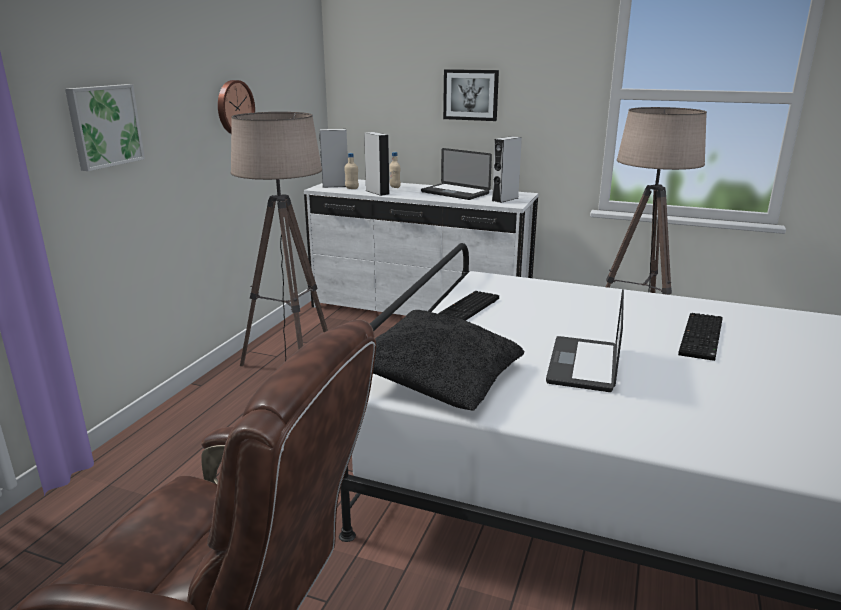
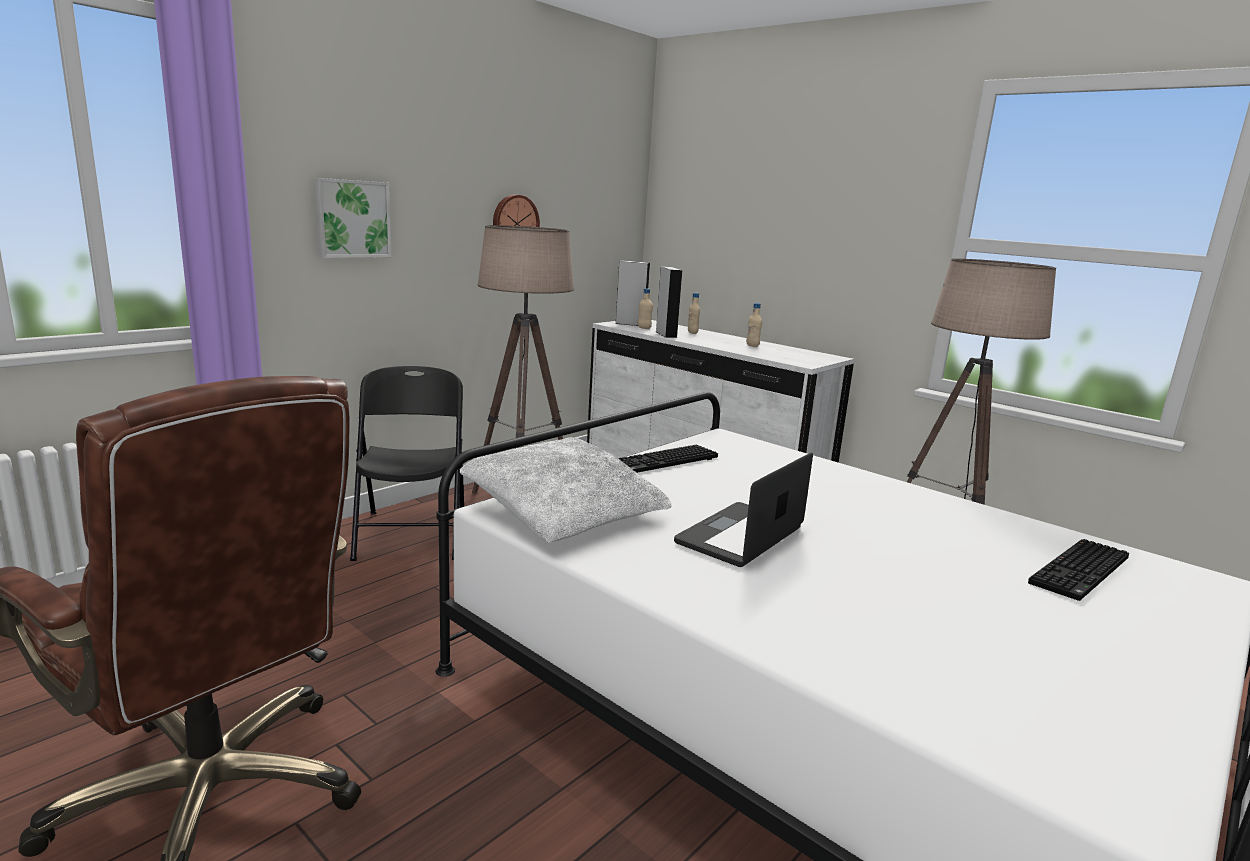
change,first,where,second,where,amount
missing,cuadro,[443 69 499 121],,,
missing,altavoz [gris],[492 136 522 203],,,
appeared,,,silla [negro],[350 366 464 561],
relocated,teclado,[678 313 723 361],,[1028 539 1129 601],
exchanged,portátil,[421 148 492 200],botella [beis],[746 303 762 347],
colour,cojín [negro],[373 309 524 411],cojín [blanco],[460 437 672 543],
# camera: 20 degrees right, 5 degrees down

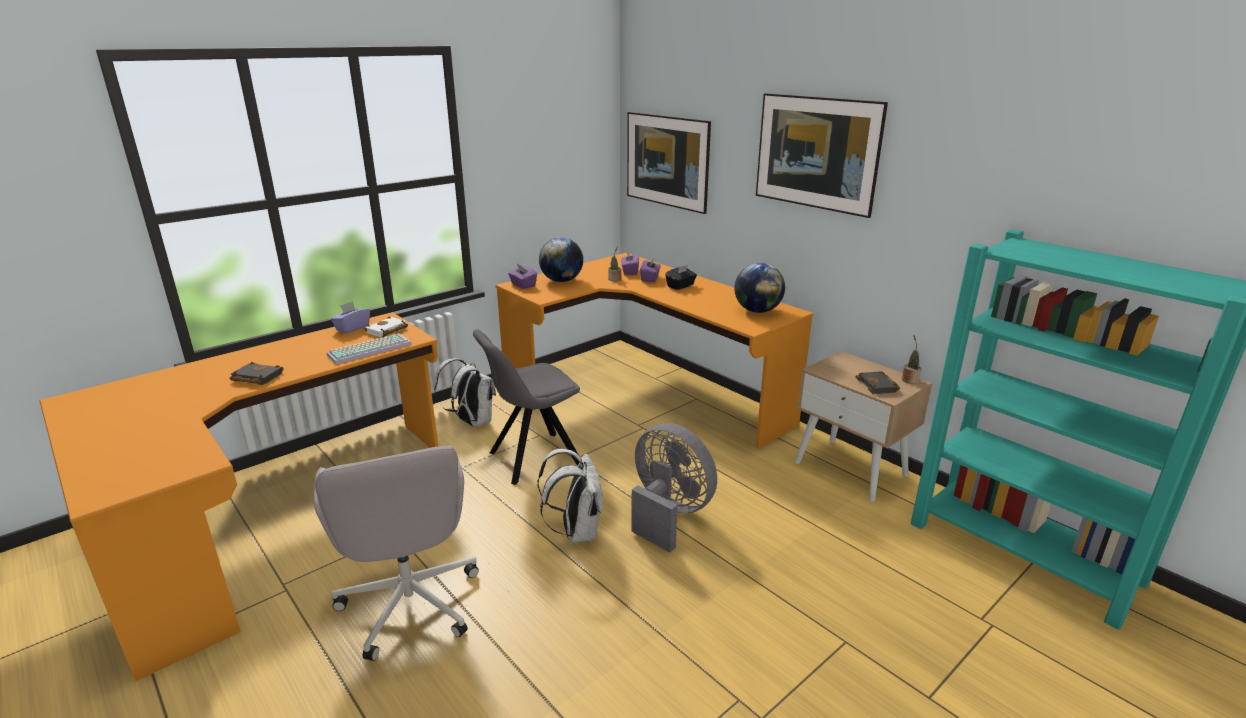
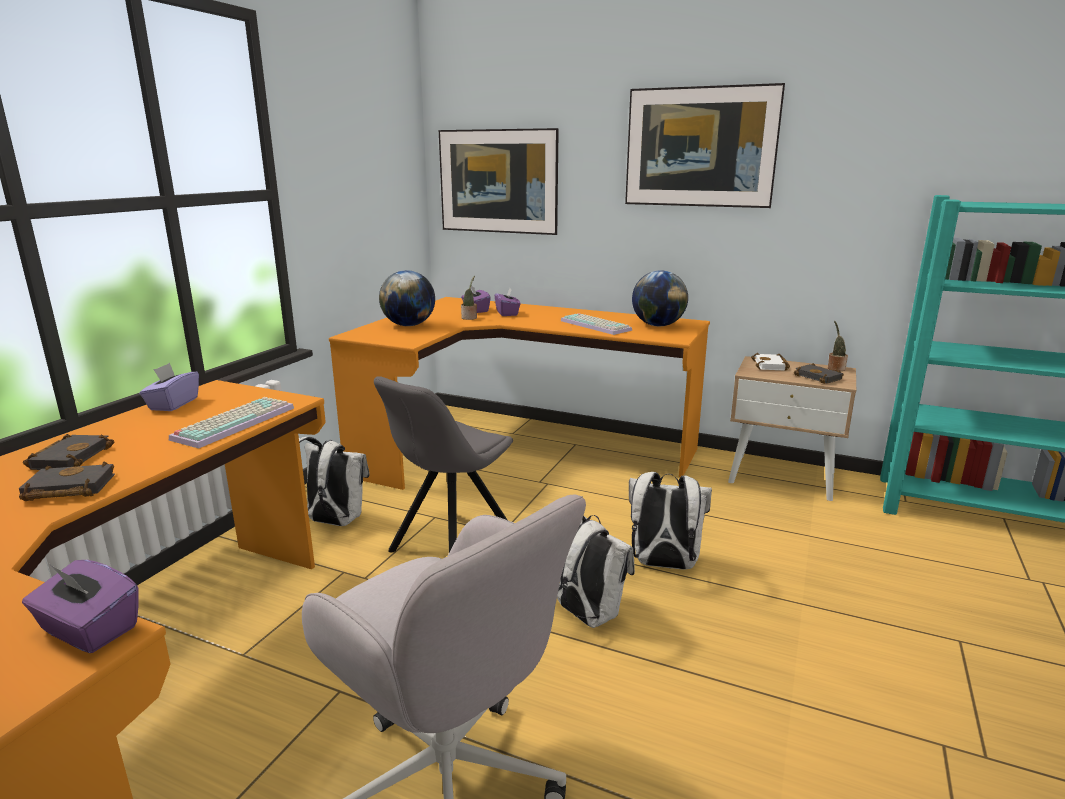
change,first,where,second,where,amount
missing,caja de pañuelos [negro],[665 265 697 290],,,
appeared,,,libro [negro],[23 434 115 470],
appeared,,,teclado,[561 313 632 335],
relocated,libro [blanco],[364 316 408 337],,[751 353 790 371],
relocated,caja de pañuelos [morado],[508 264 537 289],,[22 560 139 653],
exchanged,ventilador [gris],[631 423 717 553],mochila [blanco],[629 472 712 570],
# camera: 25 degrees left, 5 degrees down

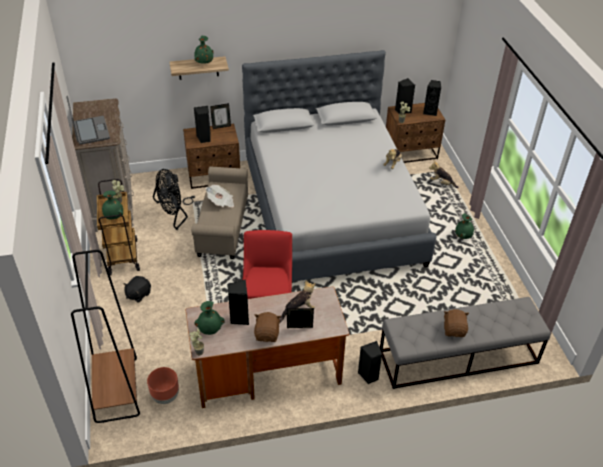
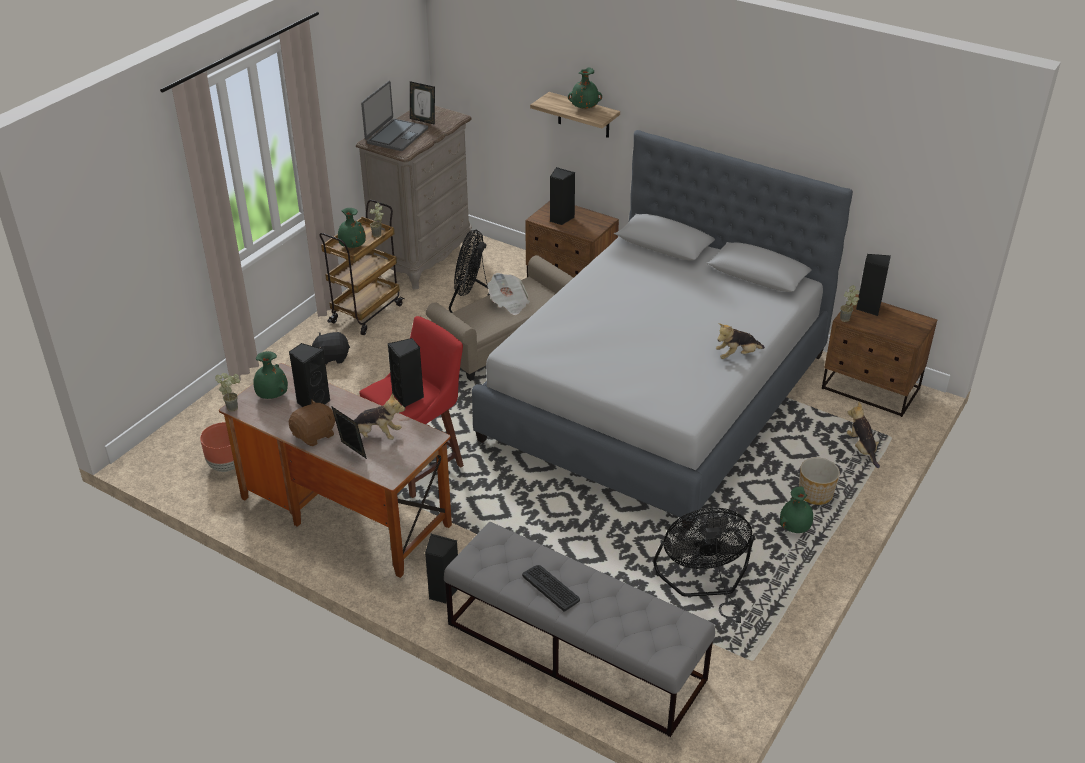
change,first,where,second,where,amount
missing,perchero,[71 250 140 423],,,
appeared,,,ventilador [negro],[653 508 755 624],
appeared,,,maceta,[799 457 840 505],
relocated,portarretratos,[210 103 231 129],,[410 81 435 125],
relocated,altavoz [negro],[423 80 441 116],,[388 338 424 407],
exchanged,peluche [marrón],[444 309 469 337],teclado,[522 565 580 612],
# camera: 45 degrees right, 5 degrees down

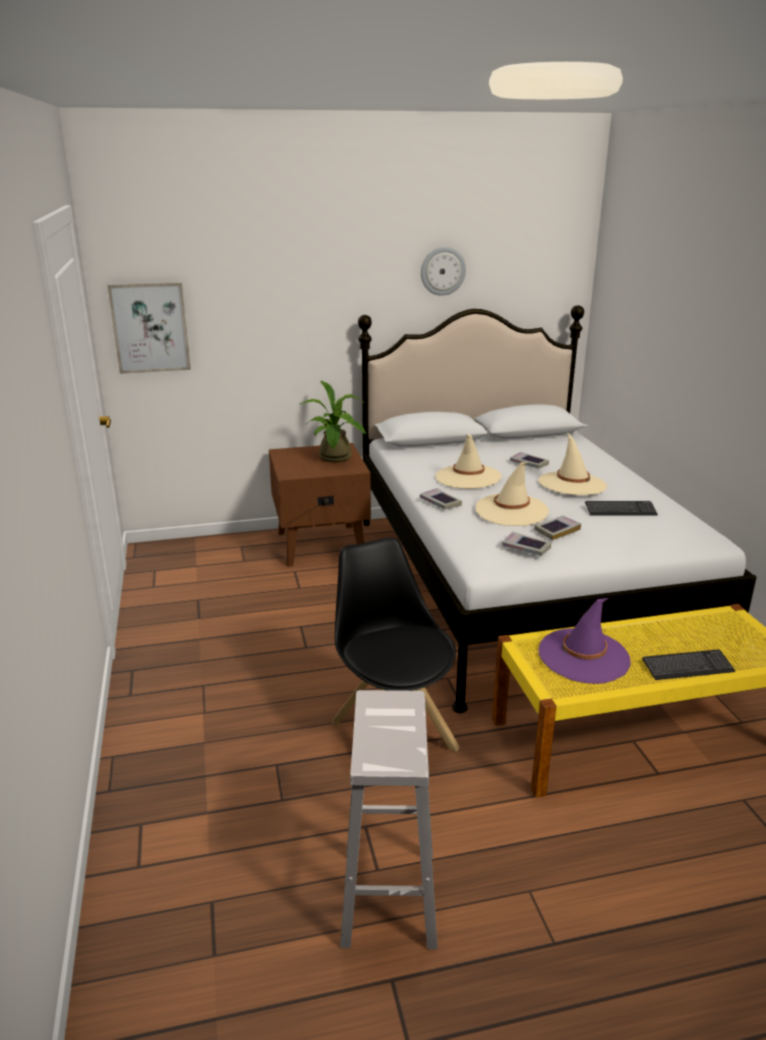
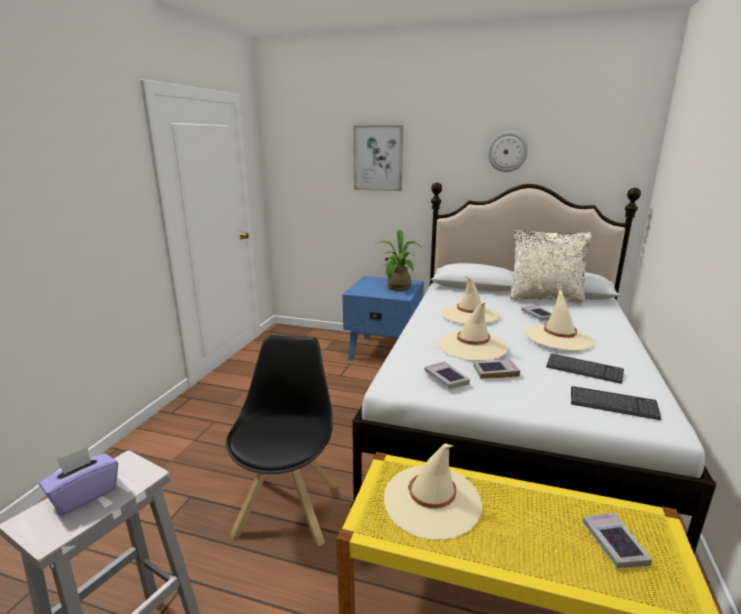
change,first,where,second,where,amount
appeared,,,caja de pañuelos [morado],[39 447 118 515],
appeared,,,cojín [beis],[510 229 592 304],
relocated,cuadro,[107 282 191 374],,[353 125 403 191],
relocated,libro,[420 488 462 510],,[582 512 652 568],
relocated,teclado,[642 649 735 680],,[571 386 661 420],
colour,mesita de noche [marrón],[269 443 371 567],mesita de noche [azul],[342 276 424 360],
colour,sombrero [morado],[538 598 631 684],sombrero [beis],[384 444 482 540],
# camera: 30 degrees right, 5 degrees down

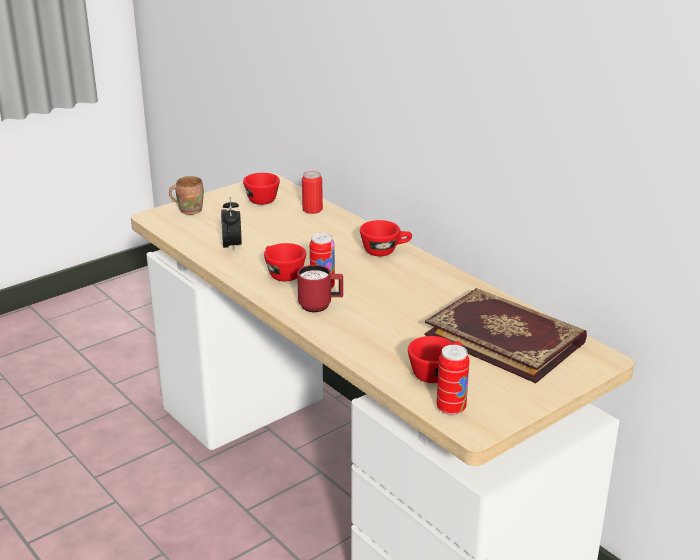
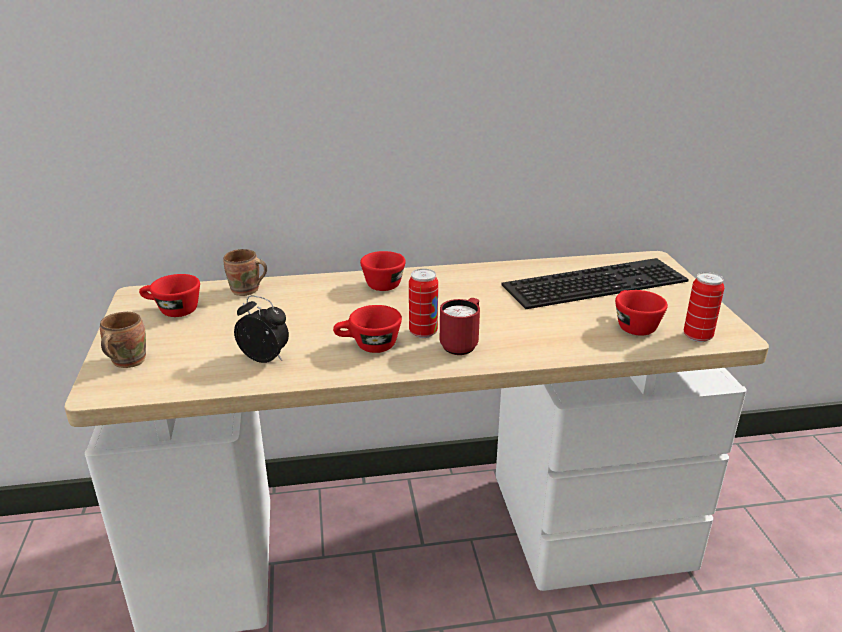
change,first,where,second,where,amount
exchanged,lata,[302 171 323 214],taza grande [marrón],[223 249 267 296],
exchanged,libro,[424 288 587 383],teclado,[502 258 689 309],
# camera: 60 degrees left, 0 degrees up

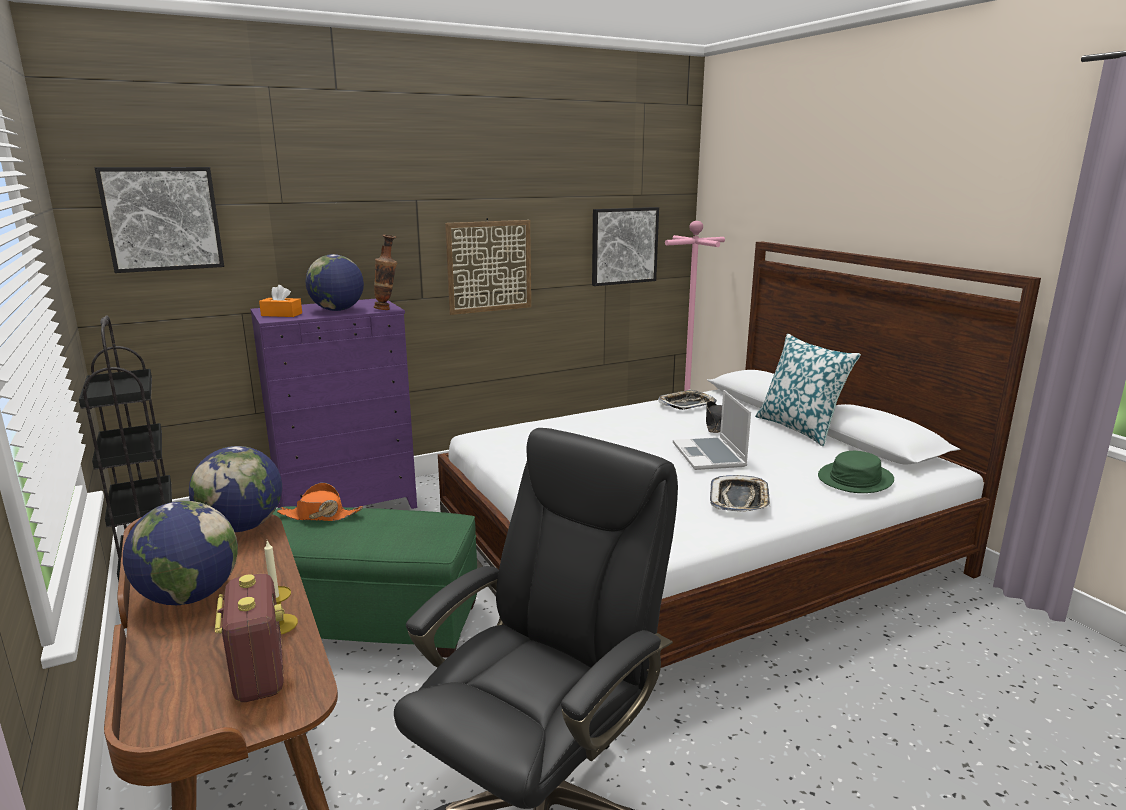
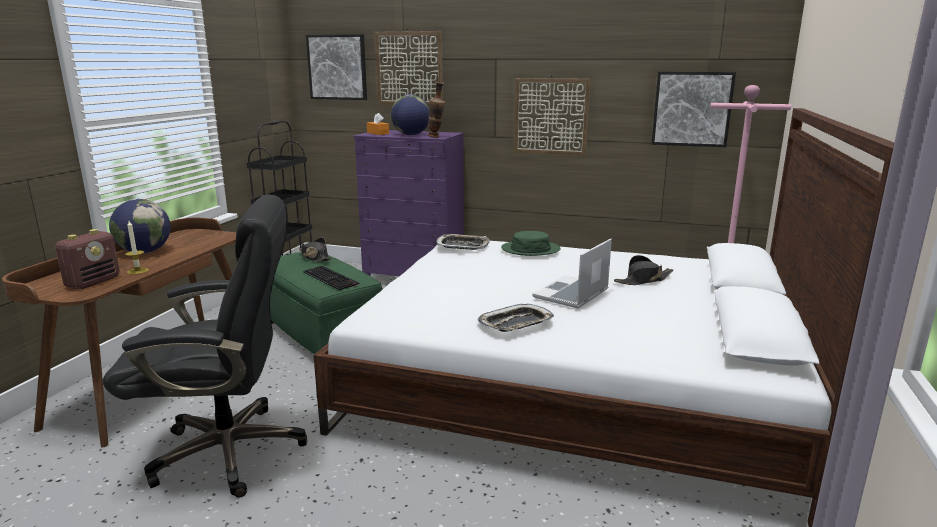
change,first,where,second,where,amount
missing,globo terráqueo,[189 446 282 532],,,
missing,cojín,[755 334 861 446],,,
appeared,,,teclado,[303 266 359 290],
appeared,,,cuadro,[375 29 443 106],
relocated,bandeja,[658 389 717 410],,[436 234 490 250],
relocated,sombrero [verde],[818 451 894 493],,[501 231 561 256],
colour,sombrero [naranja],[277 483 363 521],sombrero [negro],[299 237 332 262],
# camera: 45 degrees right, 0 degrees up

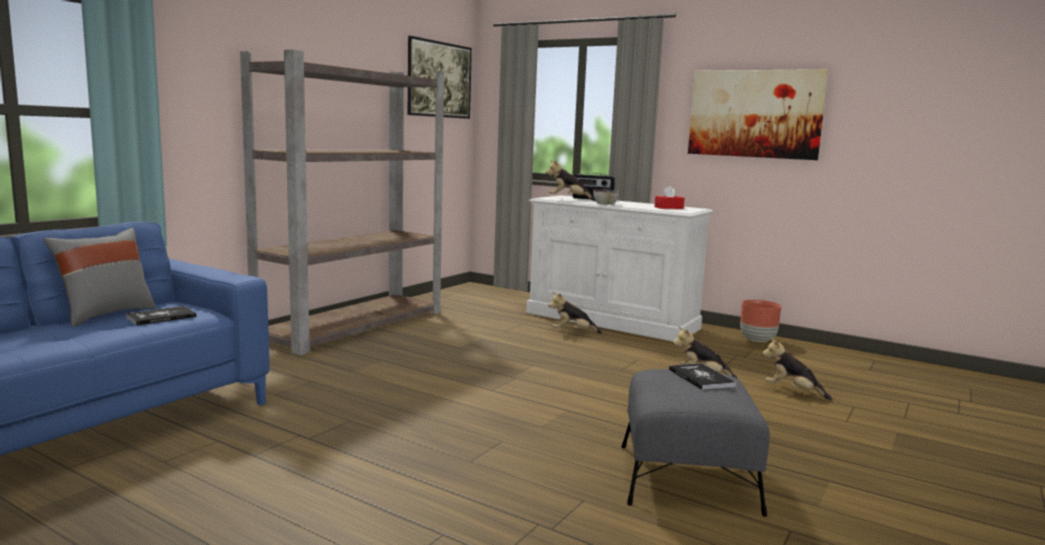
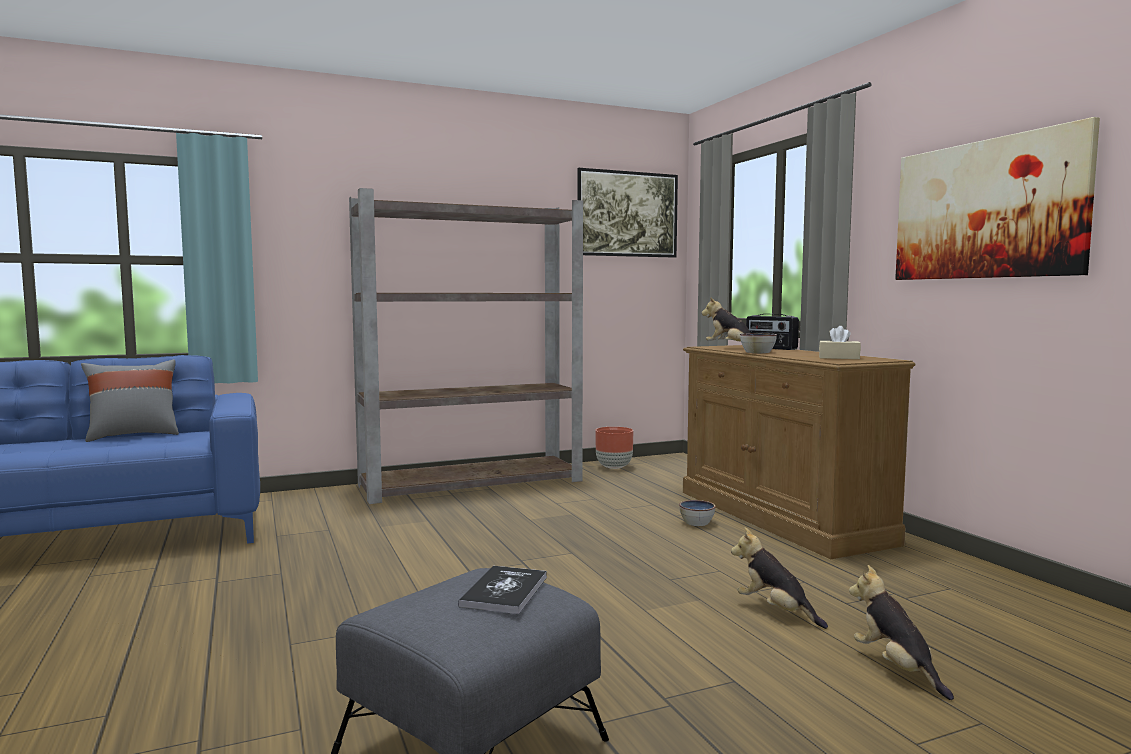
change,first,where,second,where,amount
missing,libro,[126 306 197 326],,,
relocated,maceta [marrón],[740 300 781 342],,[595 427 633 469],
exchanged,peluche,[549 292 602 334],cuenco,[679 500 716 526],
colour,armario [blanco],[526 195 713 341],armario [marrón],[683 345 916 559],
colour,caja de pañuelos [rojo],[655 186 684 209],caja de pañuelos [beis],[819 326 861 359],
# camera: 35 degrees right, 5 degrees down

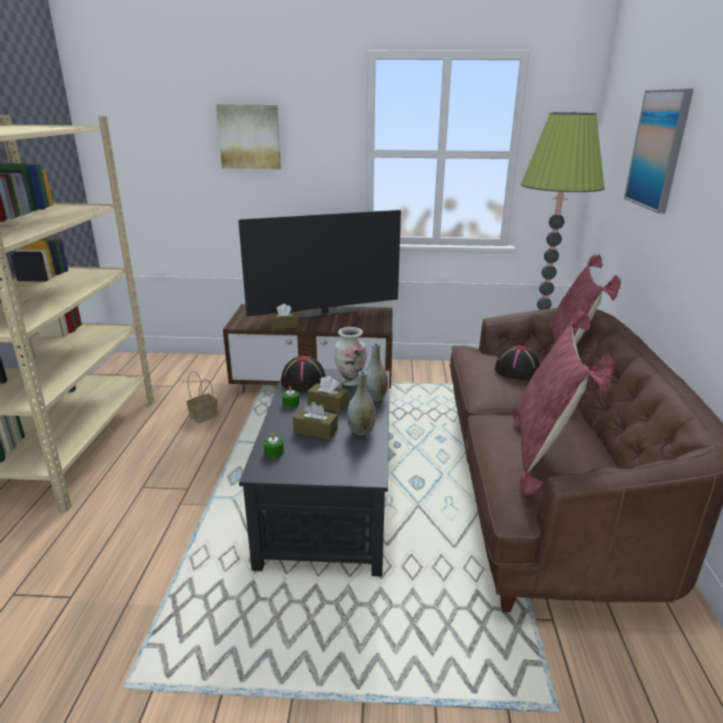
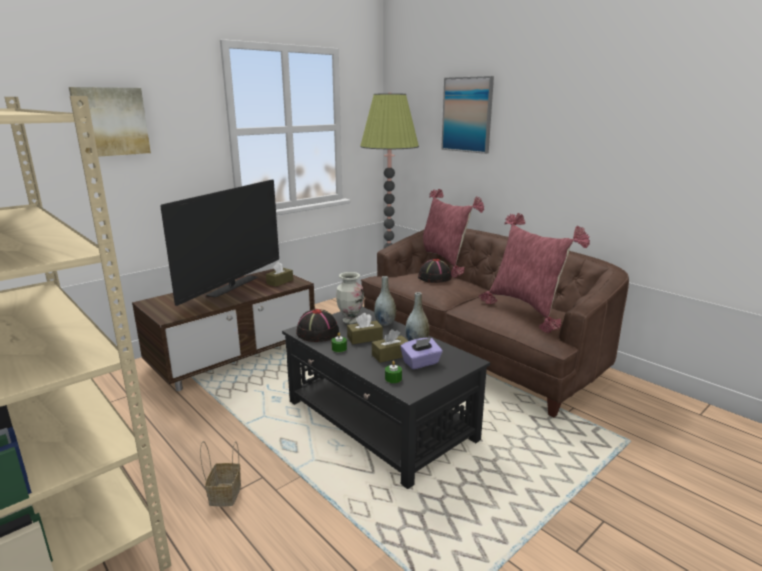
change,first,where,second,where,amount
appeared,,,caja de pañuelos [morado],[400 338 443 369],
relocated,cesta,[186 371 218 423],,[200 441 241 507],
relocated,caja de pañuelos [marrón],[270 304 299 329],,[266 262 293 287],
# camera: 45 degrees left, 5 degrees down

